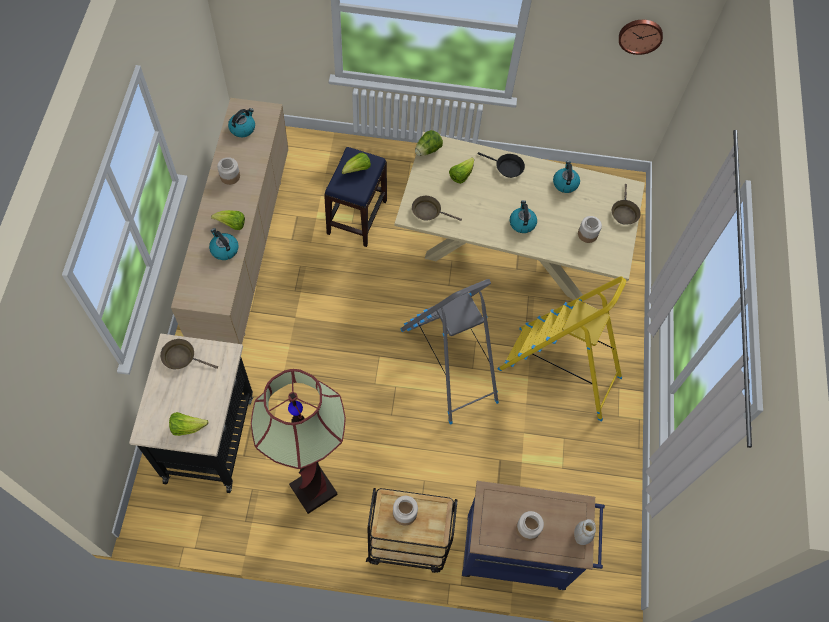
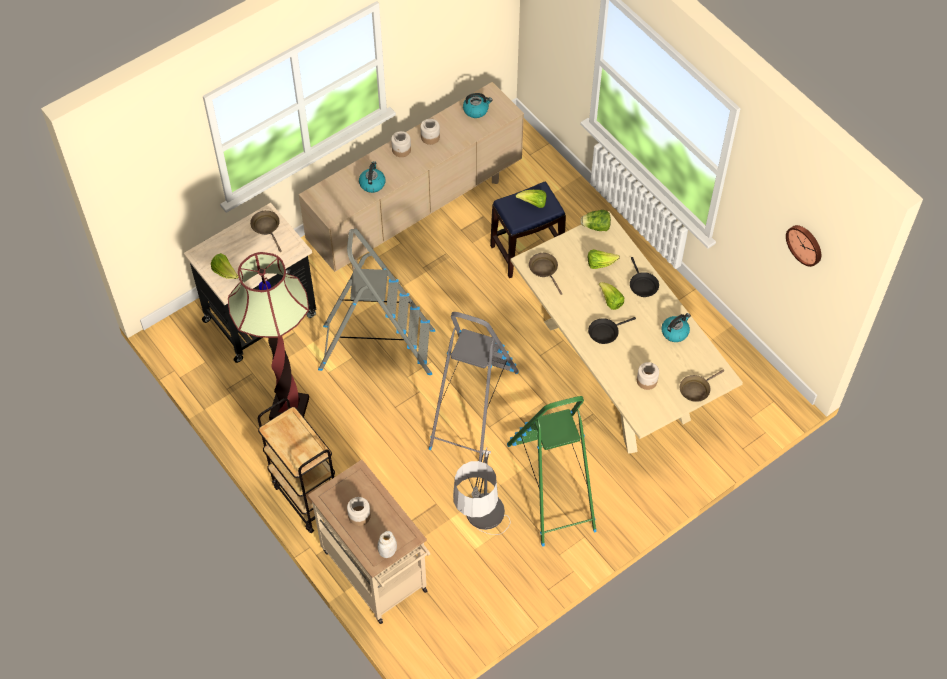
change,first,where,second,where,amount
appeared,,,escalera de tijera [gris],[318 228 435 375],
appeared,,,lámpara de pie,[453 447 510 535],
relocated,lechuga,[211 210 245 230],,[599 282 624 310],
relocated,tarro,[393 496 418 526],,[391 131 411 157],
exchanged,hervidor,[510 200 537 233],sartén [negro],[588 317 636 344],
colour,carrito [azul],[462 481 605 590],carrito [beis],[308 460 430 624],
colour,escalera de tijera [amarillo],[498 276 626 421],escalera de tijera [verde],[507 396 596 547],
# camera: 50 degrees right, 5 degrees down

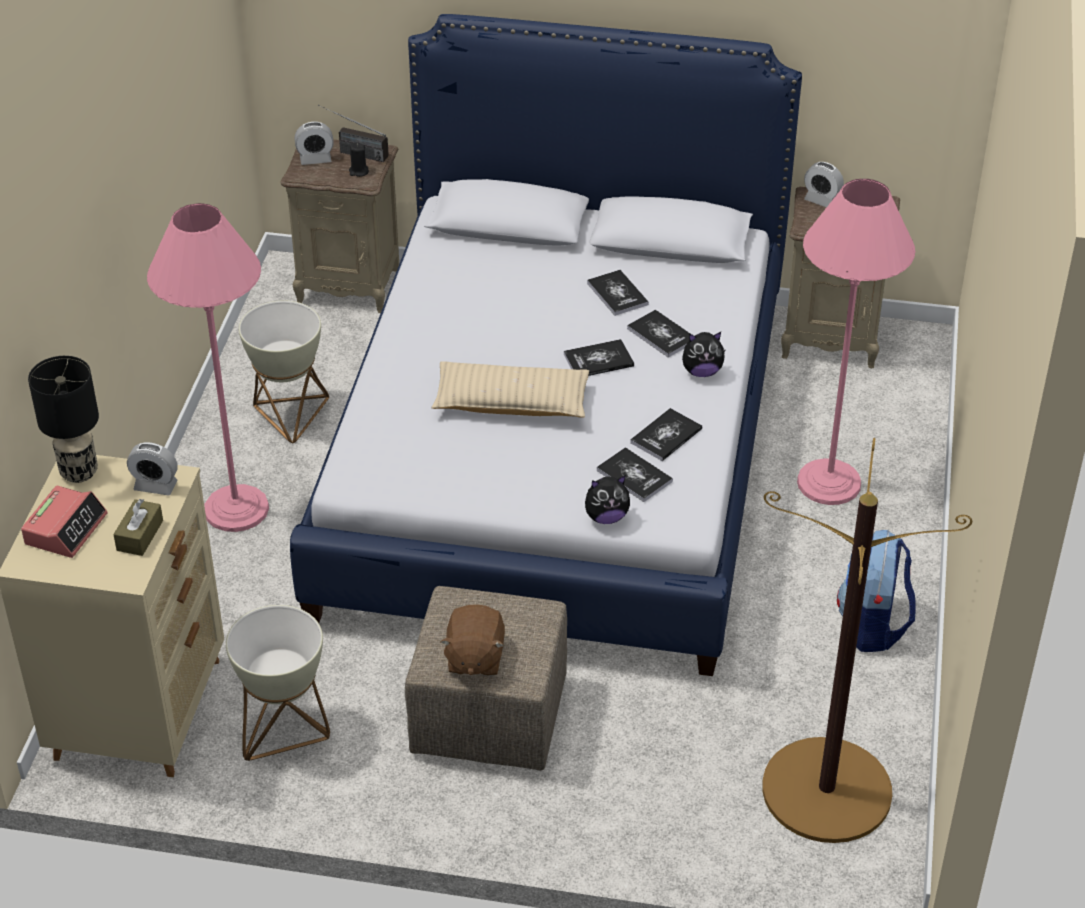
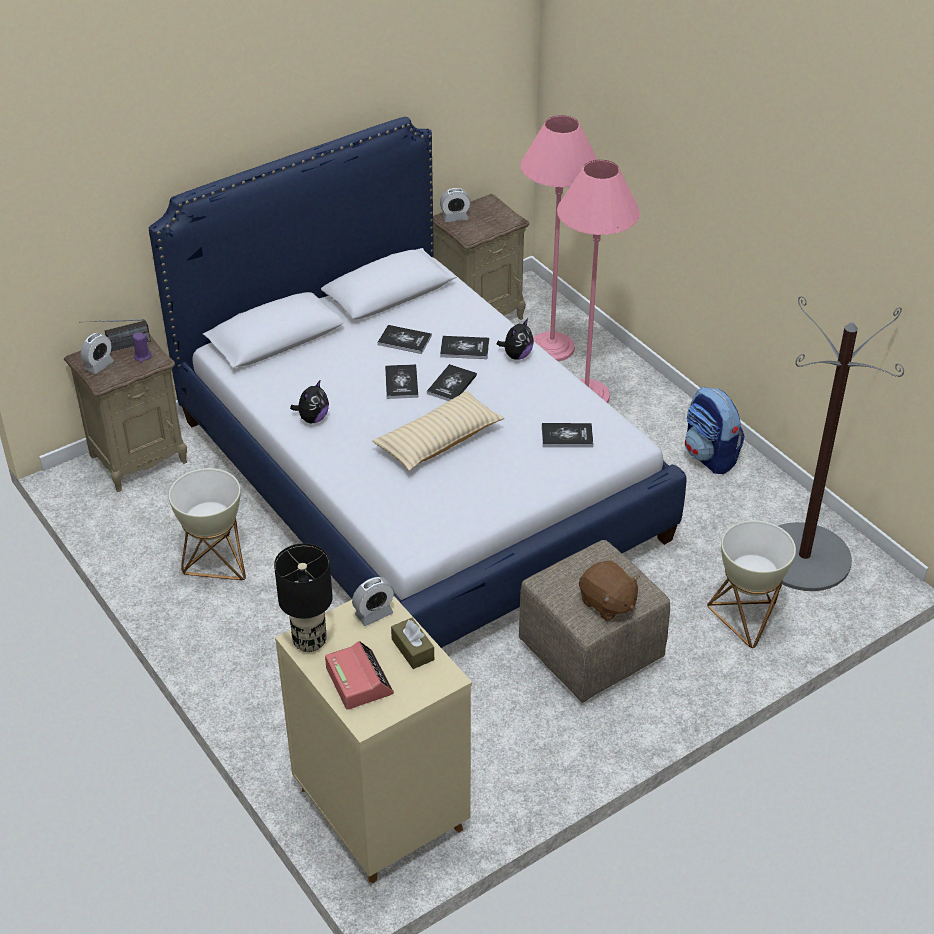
change,first,where,second,where,amount
relocated,lámpara de pie [rosa],[147 203 269 532],,[520 115 598 361],
relocated,maceta,[226 605 330 761],,[707 520 796 648],
relocated,peluche,[585 475 630 524],,[290 380 329 423],
relocated,libro,[630 408 702 461],,[385 364 418 399],
colour,vela [negro],[349 142 369 177],vela [morado],[132 333 152 362],
colour,perchero [marrón],[762 437 973 843],perchero [gris],[779 296 904 591],
# camera: 45 degrees left, 0 degrees up

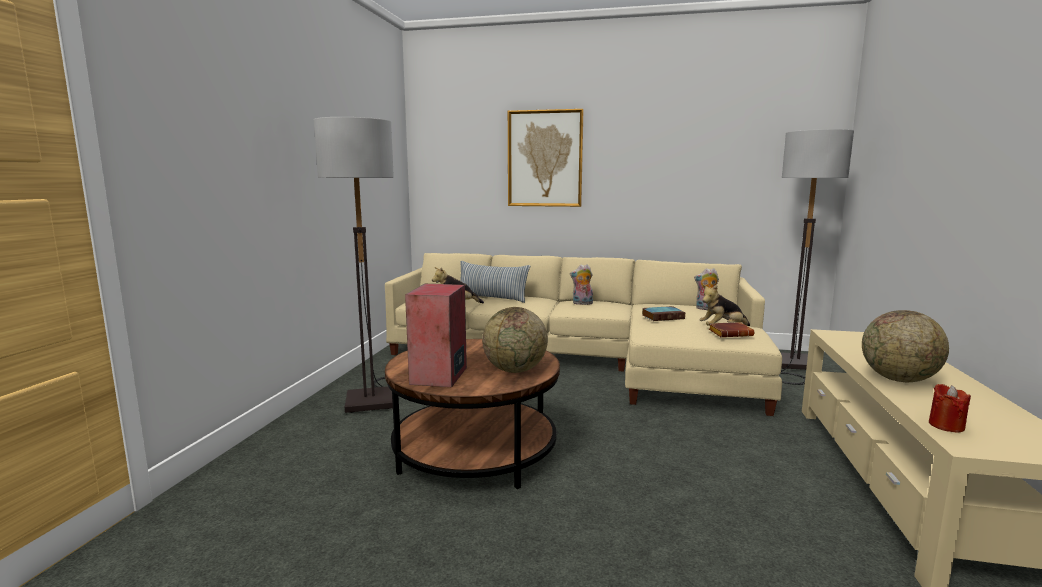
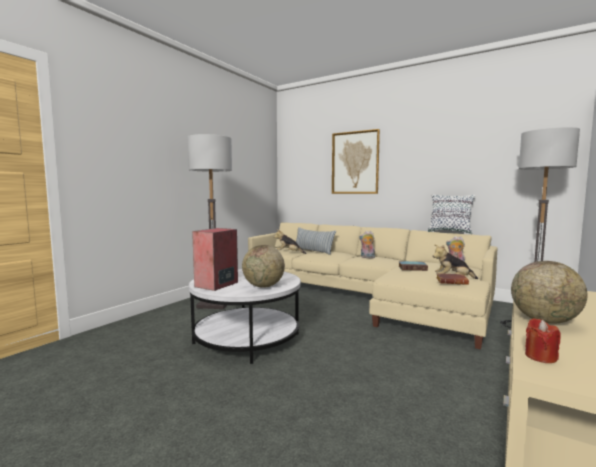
change,first,where,second,where,amount
appeared,,,cojín [blanco],[428 194 475 234],
colour,mesa de centro [marrón],[385 339 560 489],mesa de centro [blanco],[189 269 301 364],
# camera: 20 degrees right, 5 degrees down

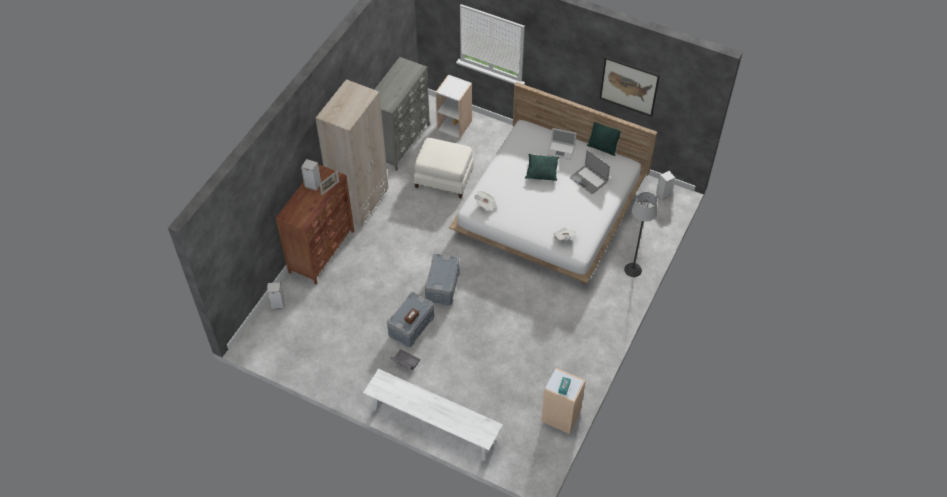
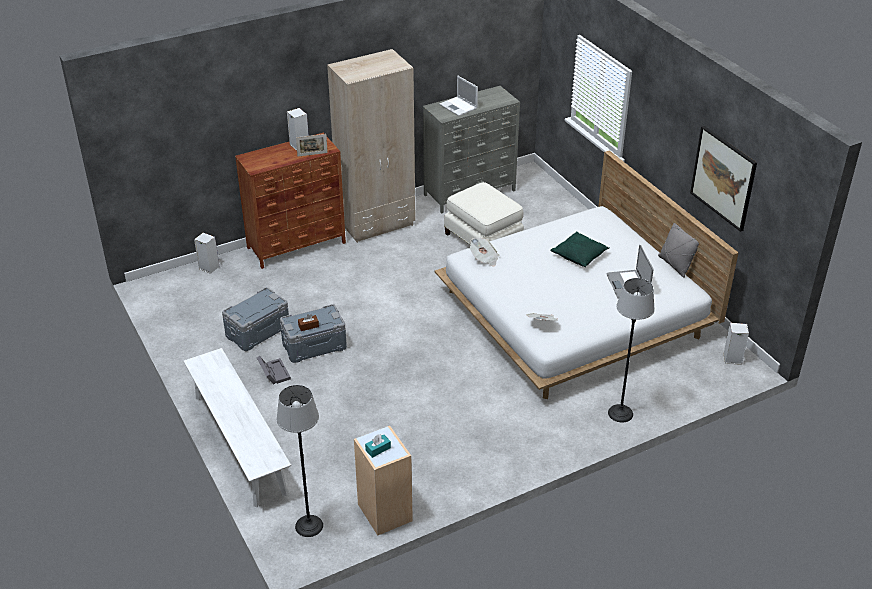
change,first,where,second,where,amount
missing,estantería,[435 75 472 139],,,
appeared,,,lámpara de pie,[277 385 323 537],
relocated,caja de almacenaje [gris],[425 254 460 306],,[222 287 289 351],
relocated,portátil,[547 128 577 160],,[439 76 478 116],
colour,cojín [verde],[587 122 621 156],cojín [gris],[658 223 699 278],
# camera: 35 degrees right, 15 degrees down

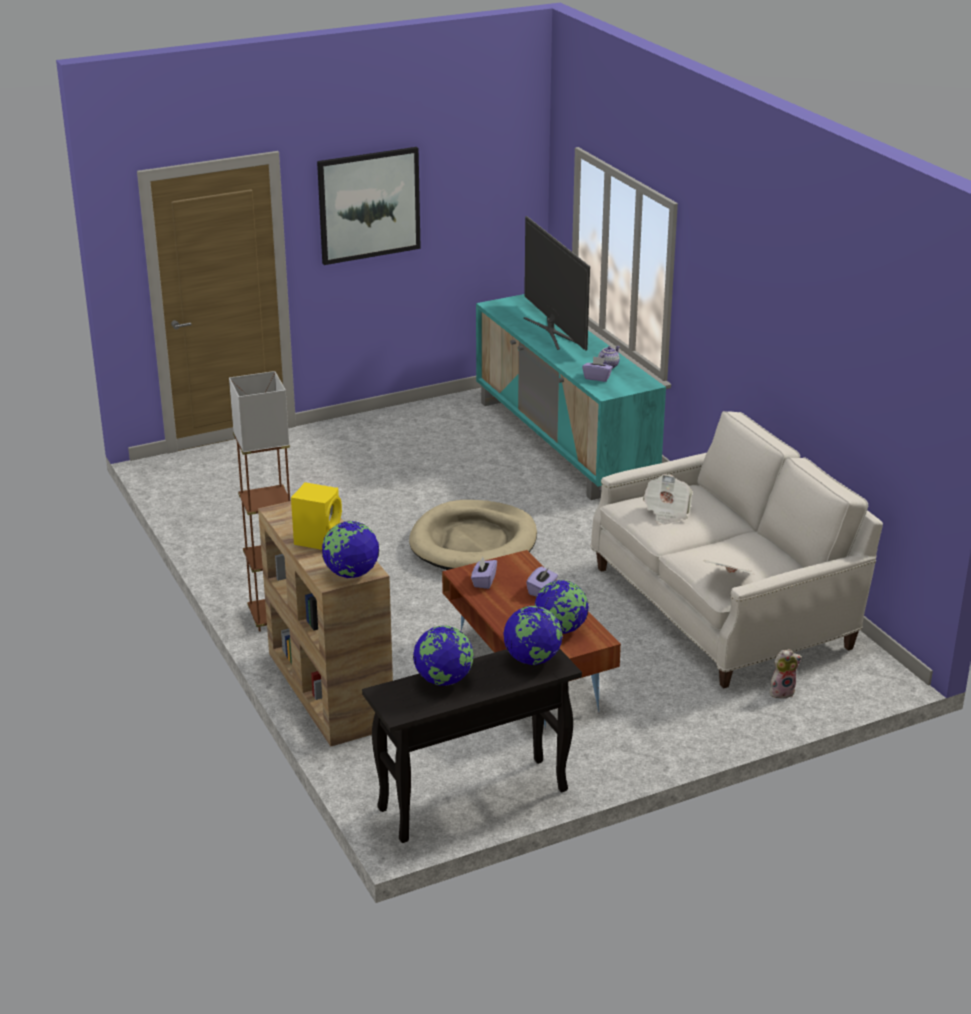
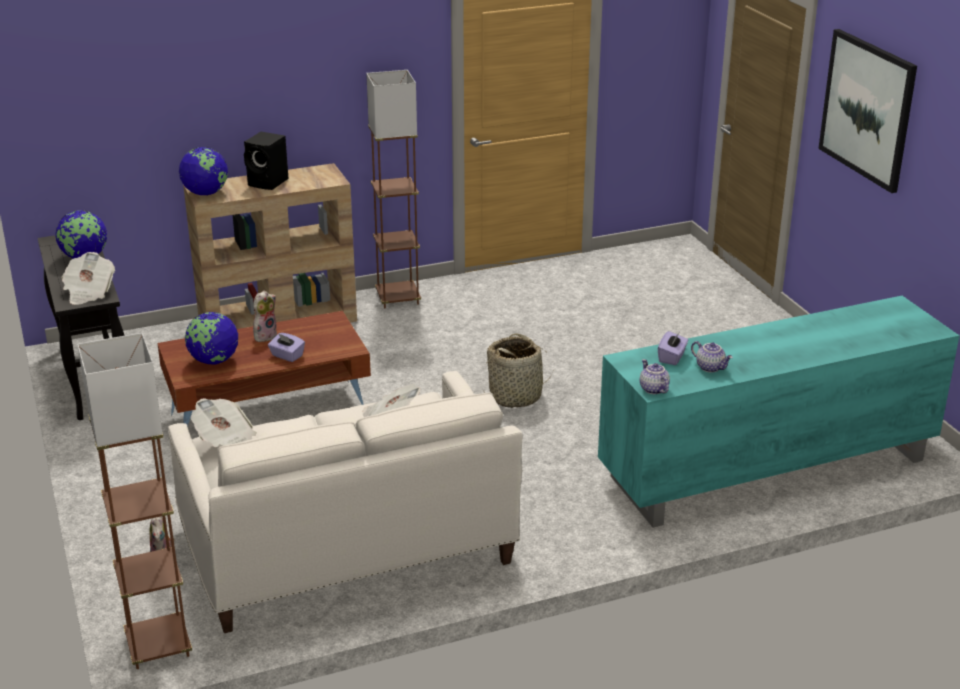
change,first,where,second,where,amount
missing,caja de pañuelos [morado],[471 557 497 589],,,
missing,televisor,[524 216 590 350],,,
appeared,,,lámpara de pie [marrón],[77 333 192 669],
appeared,,,peluche,[253 291 277 342],
appeared,,,tetera,[640 359 670 394],
exchanged,cama para perro [beis],[409 500 537 570],cesta,[484 333 554 408],
exchanged,globo terráqueo,[503 606 563 665],periódico,[61 252 115 305],
colour,altavoz [amarillo],[291 482 342 550],altavoz [negro],[244 132 289 190],
# camera: 95 degrees right, 0 degrees up

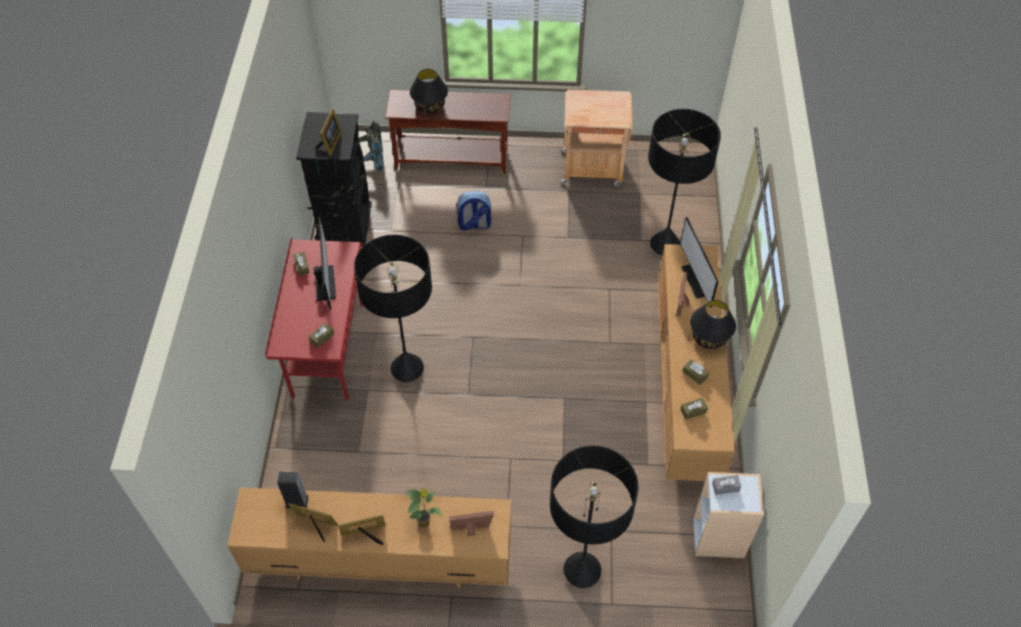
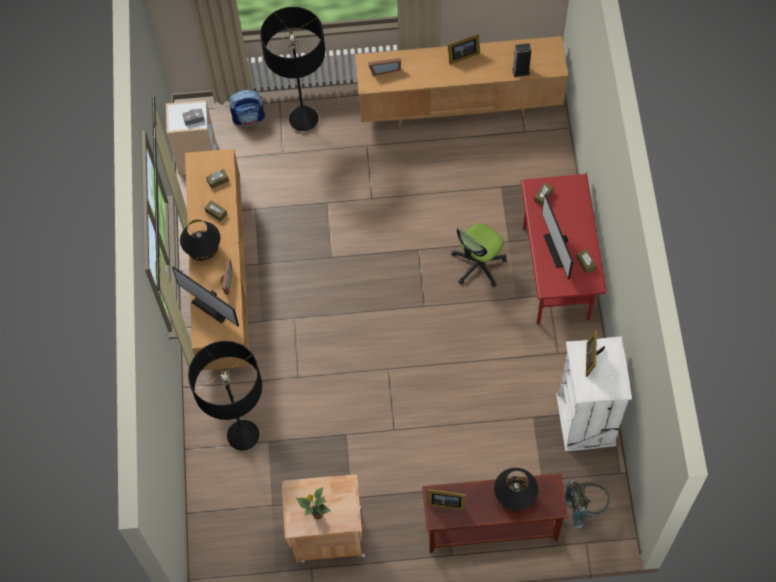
change,first,where,second,where,amount
relocated,portarretratos,[288 503 338 542],,[427 489 466 511],
relocated,planta en maceta,[405 489 442 528],,[296 487 331 520],
relocated,mochila,[456 191 491 231],,[229 90 265 126],
exchanged,lámpara de pie [negro],[354 235 432 382],silla de oficina,[451 223 507 287],
colour,estantería [negro],[296 112 372 246],estantería [blanco],[556 336 632 451],
spun,monitor,[680 217 719 307],,[172 266 239 326],150 degrees clockwise
# camera: 175 degrees right, 10 degrees up

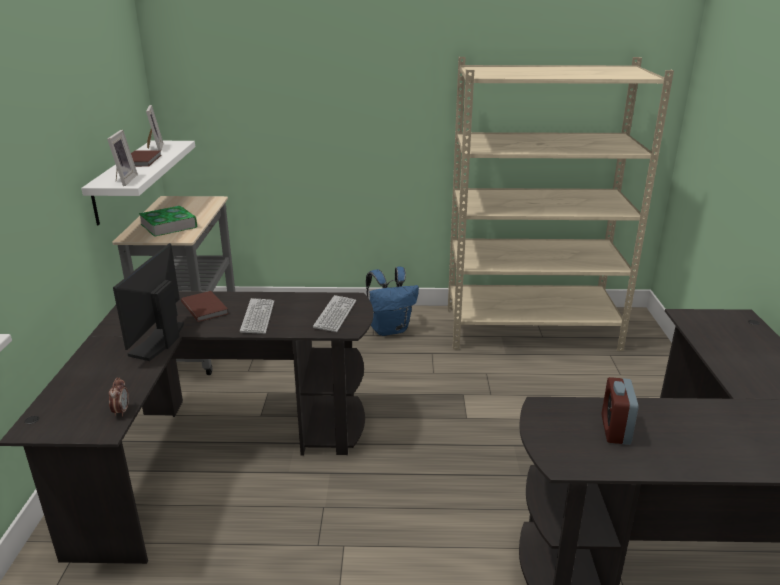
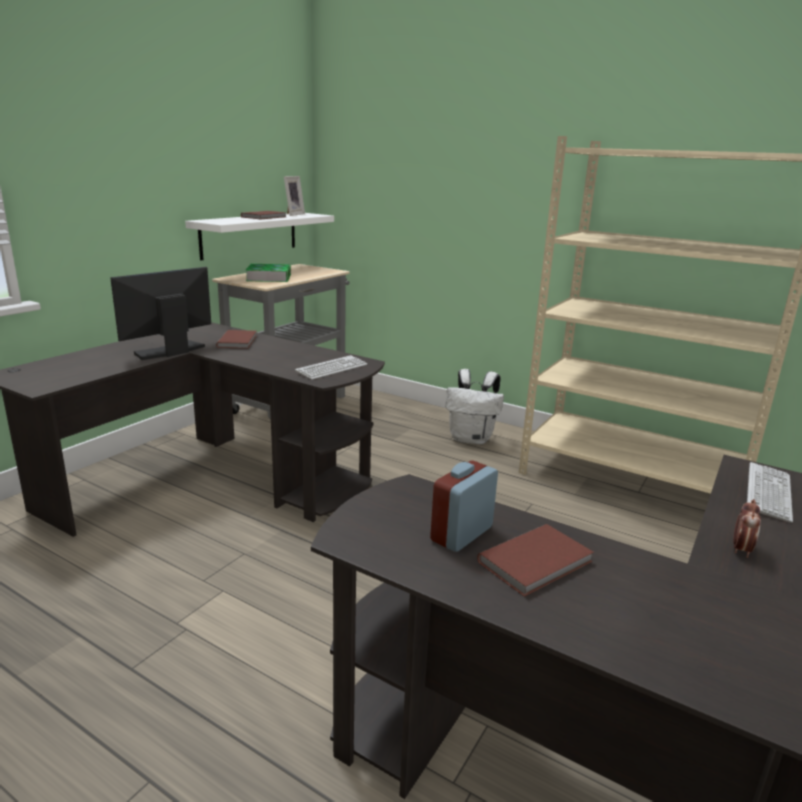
change,first,where,second,where,amount
missing,portarretratos,[107 130 138 186],,,
appeared,,,libro [marrón],[477 524 594 597],
relocated,despertador,[109 378 129 417],,[733 499 761 558],
relocated,teclado,[240 298 274 334],,[747 462 793 523],
colour,mochila [azul],[366 267 419 336],mochila [blanco],[446 369 504 445],
# camera: 30 degrees right, 5 degrees down

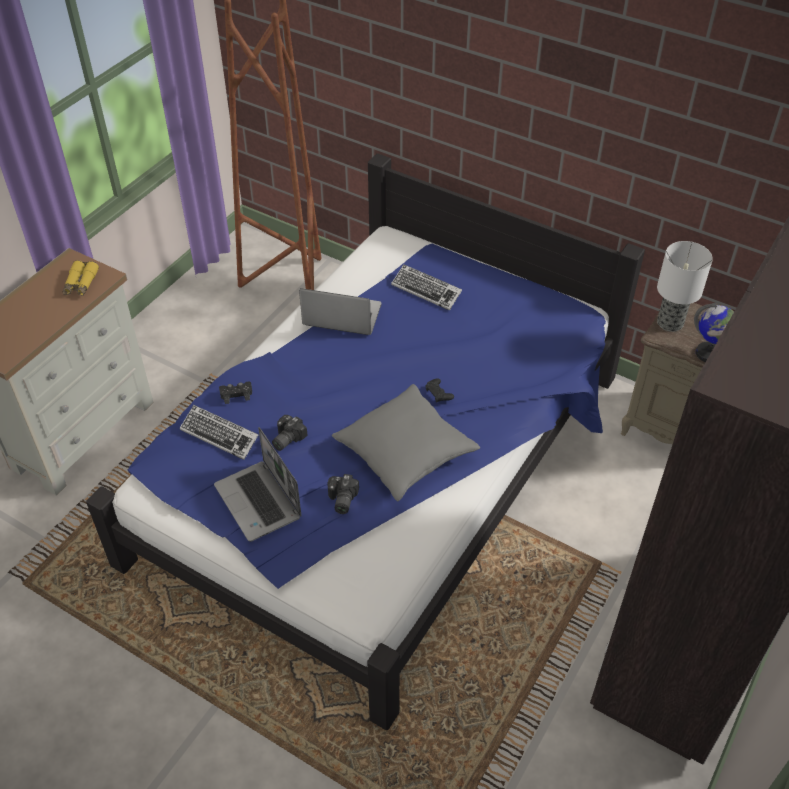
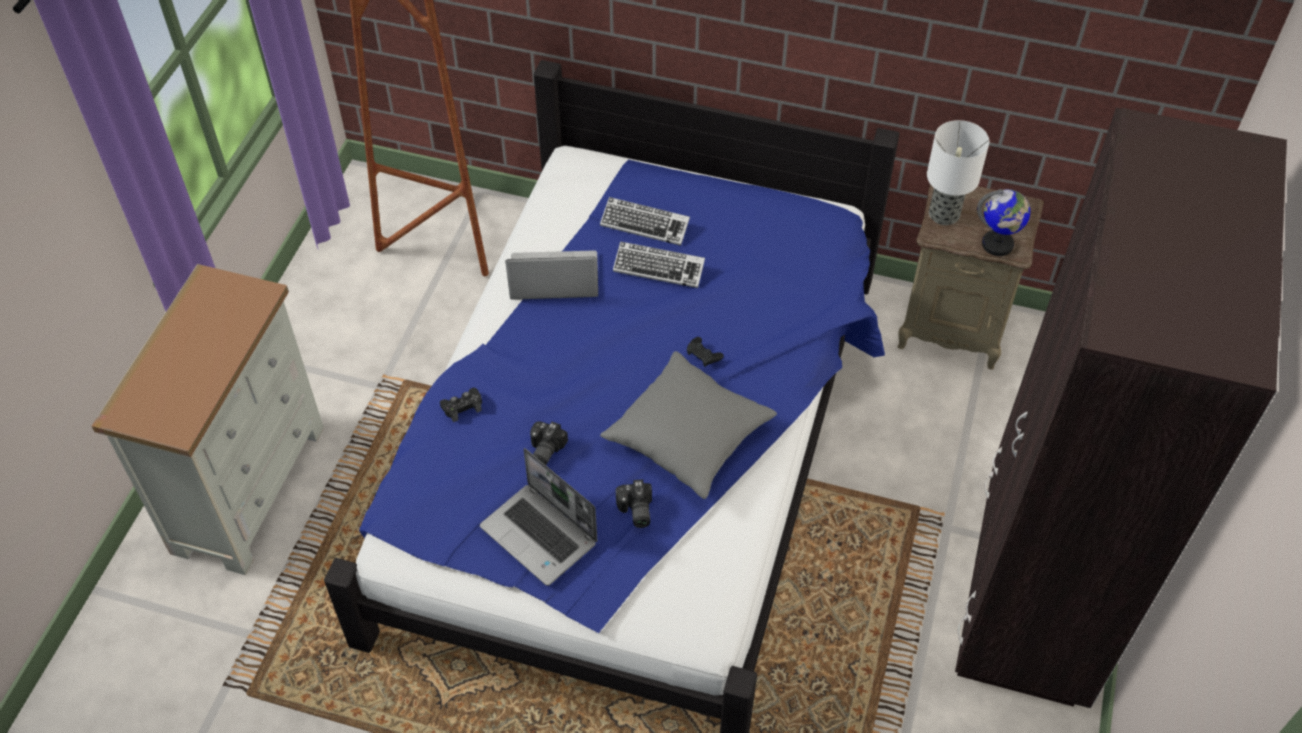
change,first,where,second,where,amount
missing,prismáticos [amarillo],[63 260 99 296],,,
relocated,teclado,[180 405 258 460],,[613 241 705 288],
# camera: 15 degrees left, 5 degrees up

